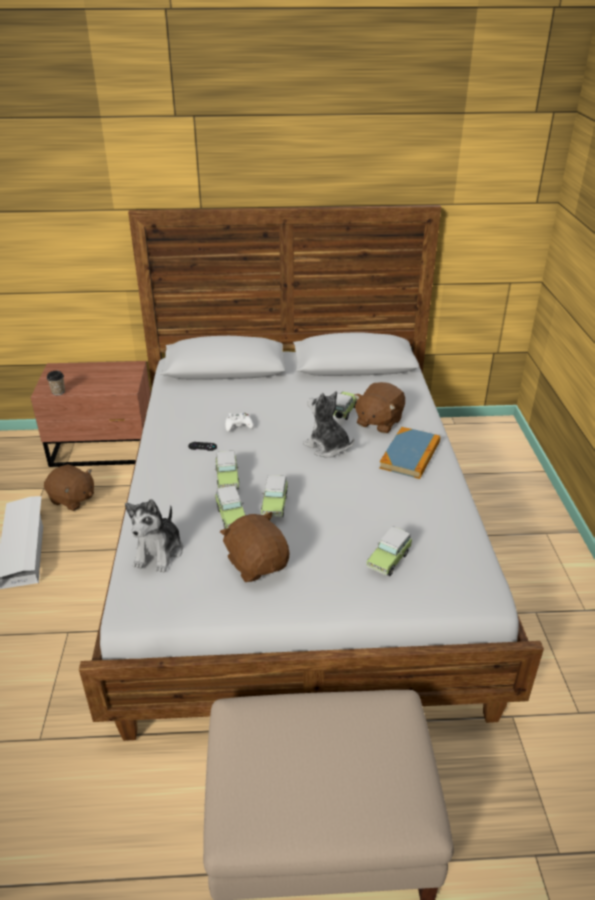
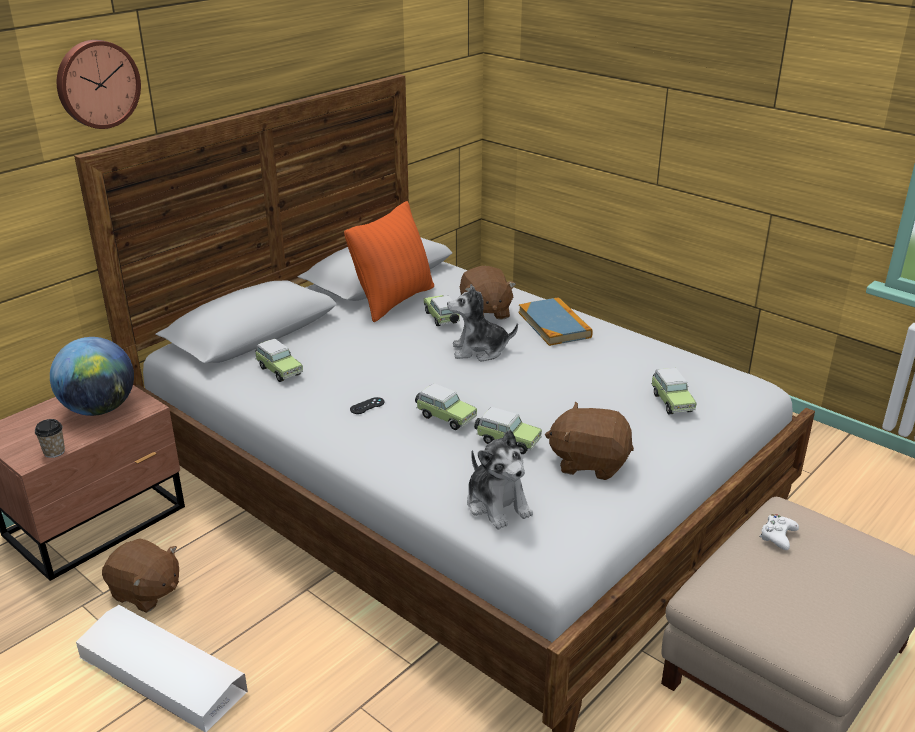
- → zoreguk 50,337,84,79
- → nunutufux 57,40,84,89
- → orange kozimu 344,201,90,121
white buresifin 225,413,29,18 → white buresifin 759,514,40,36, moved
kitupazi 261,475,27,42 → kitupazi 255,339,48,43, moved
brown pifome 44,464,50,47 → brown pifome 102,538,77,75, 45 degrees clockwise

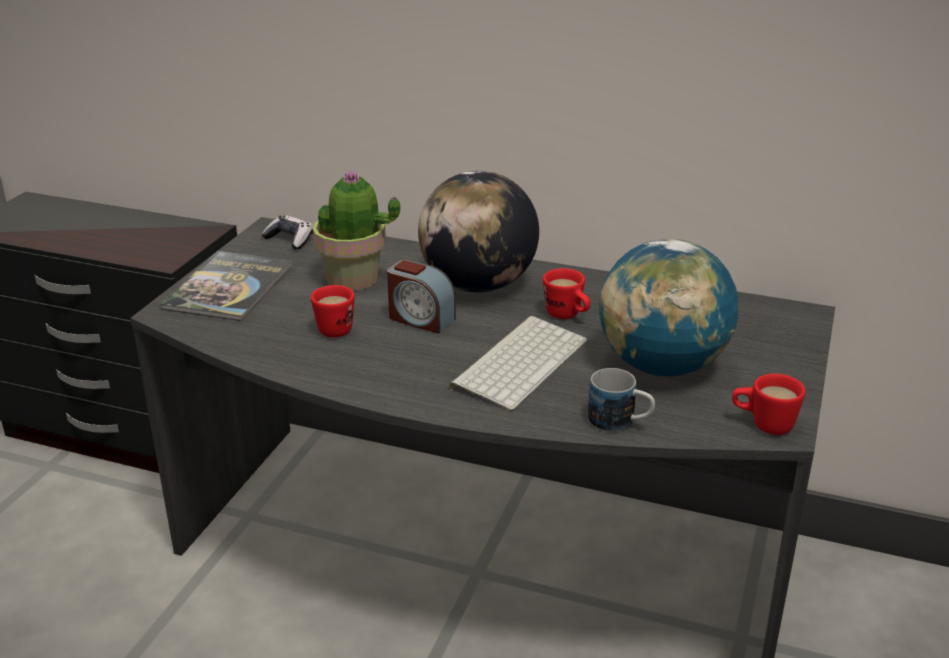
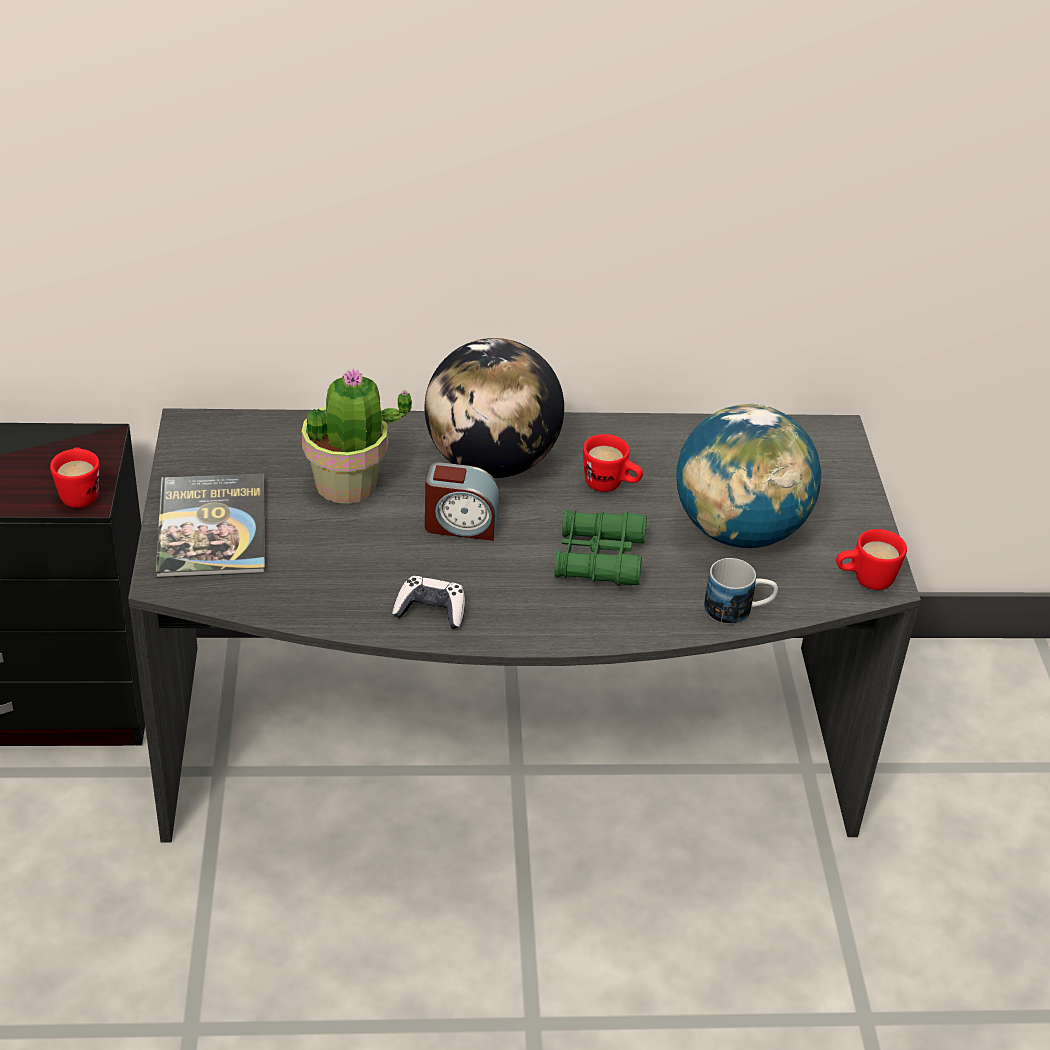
buresifin 261,215,52,35 → buresifin 392,576,73,53, moved
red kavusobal 311,285,44,52 → red kavusobal 50,448,50,60, moved
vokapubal 449,316,138,95 → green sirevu 554,510,93,76

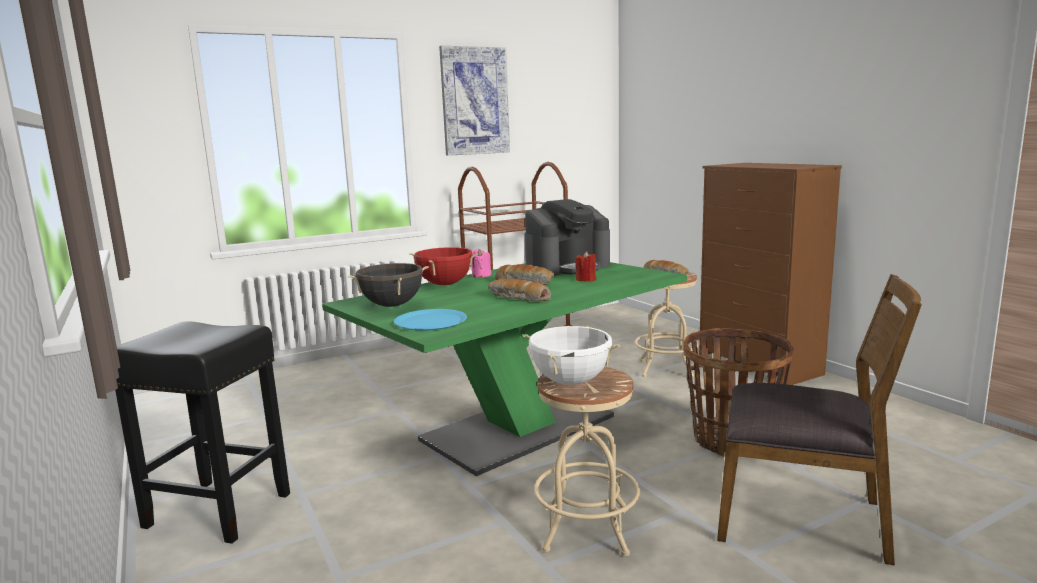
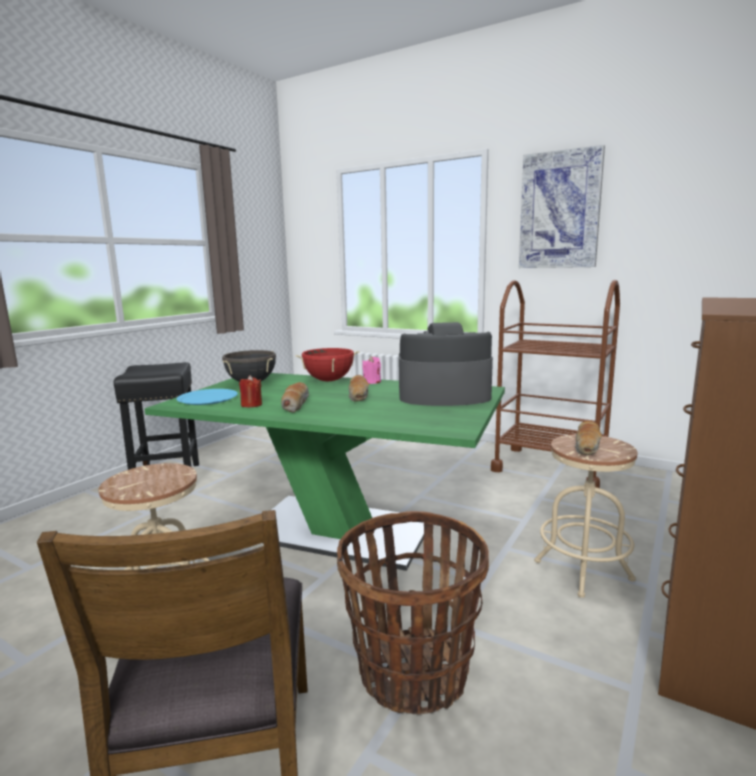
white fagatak 523,325,97,60 → -
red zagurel 575,251,21,31 → red zagurel 239,375,23,32, moved
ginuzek 525,199,85,77 → ginuzek 399,322,94,84, 150 degrees clockwise

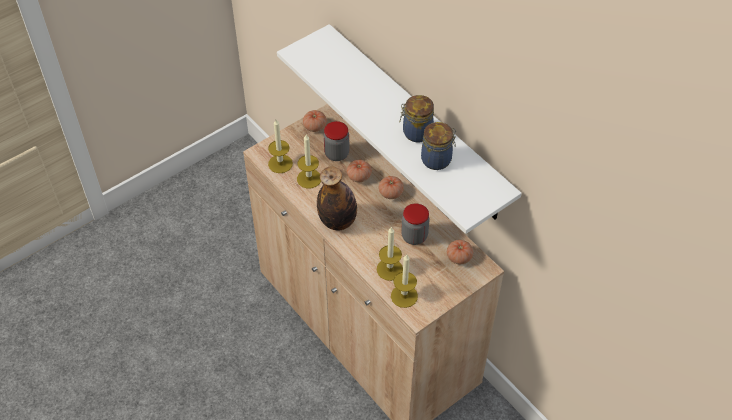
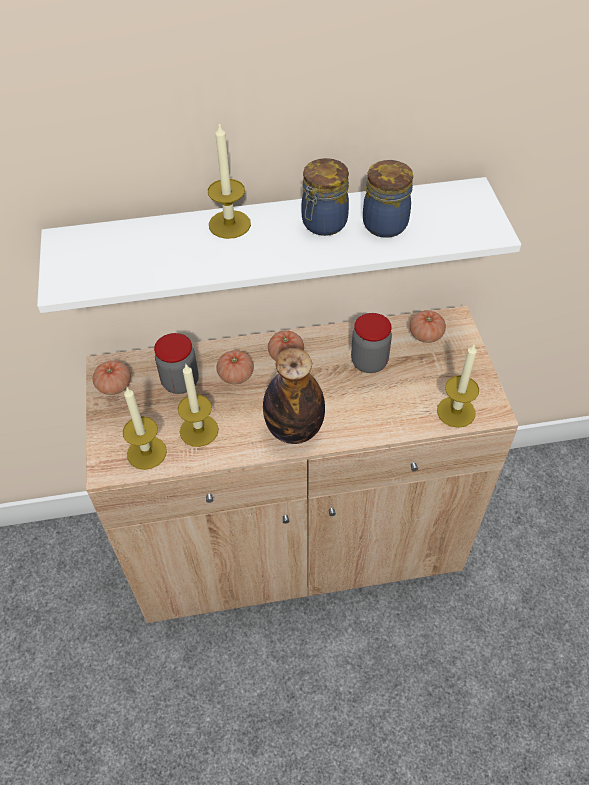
zagurel 377,226,26,55 → zagurel 208,122,43,117, moved

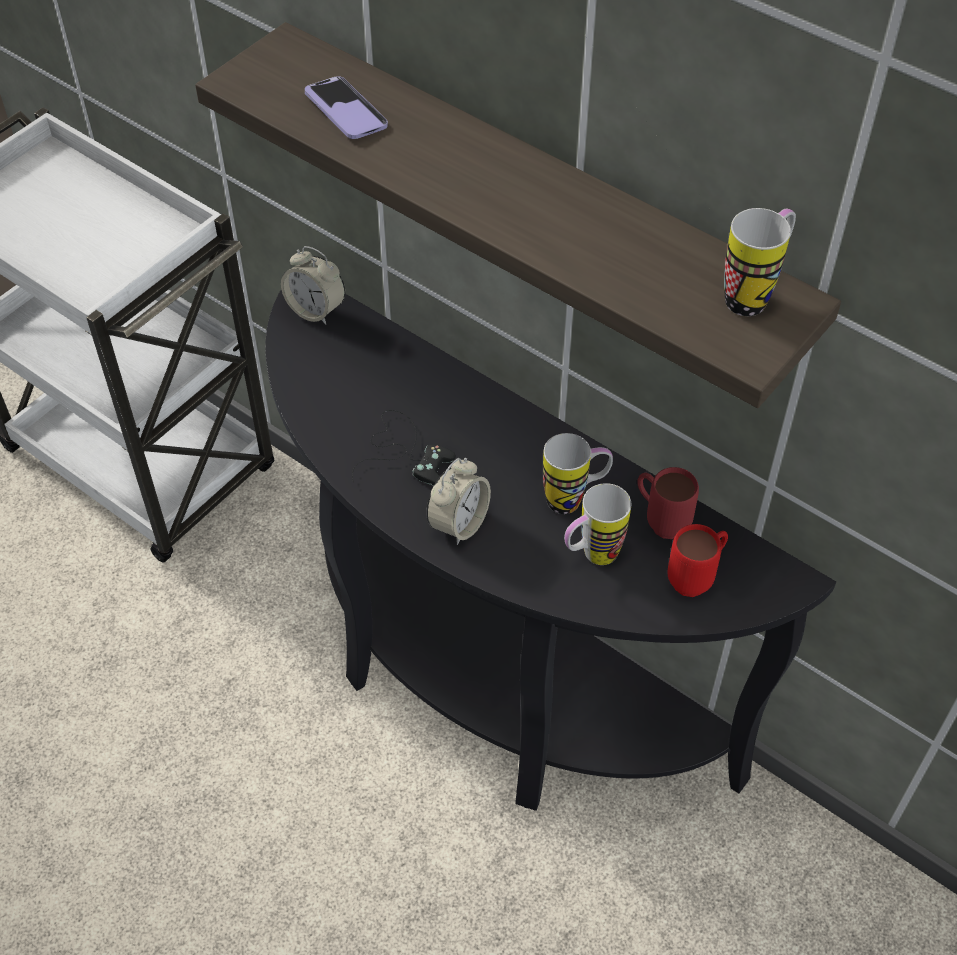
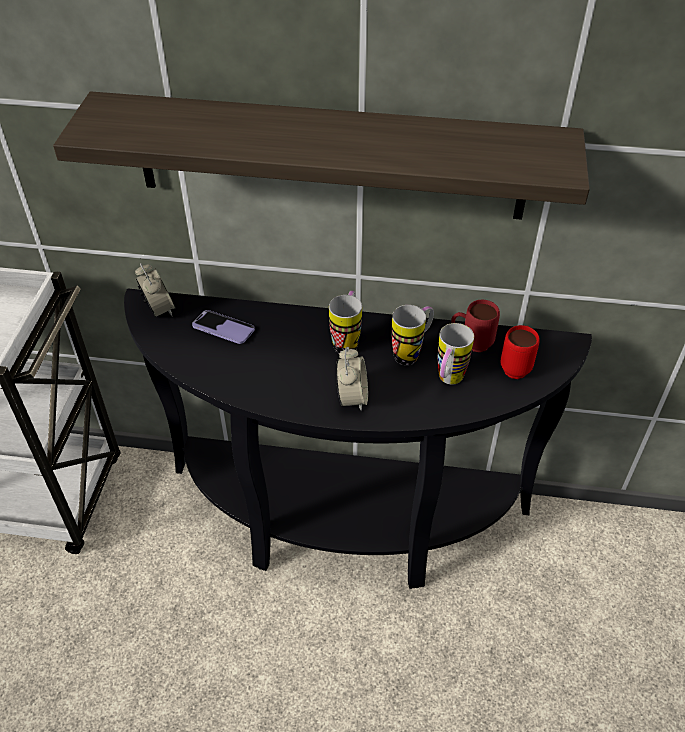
black buresifin 352,410,104,76 → -
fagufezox 305,76,83,63 → fagufezox 192,310,63,34, moved
kavusobal 724,208,72,108 → kavusobal 329,291,33,62, moved
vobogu 281,246,64,79 → vobogu 135,263,40,54, 120 degrees counterclockwise

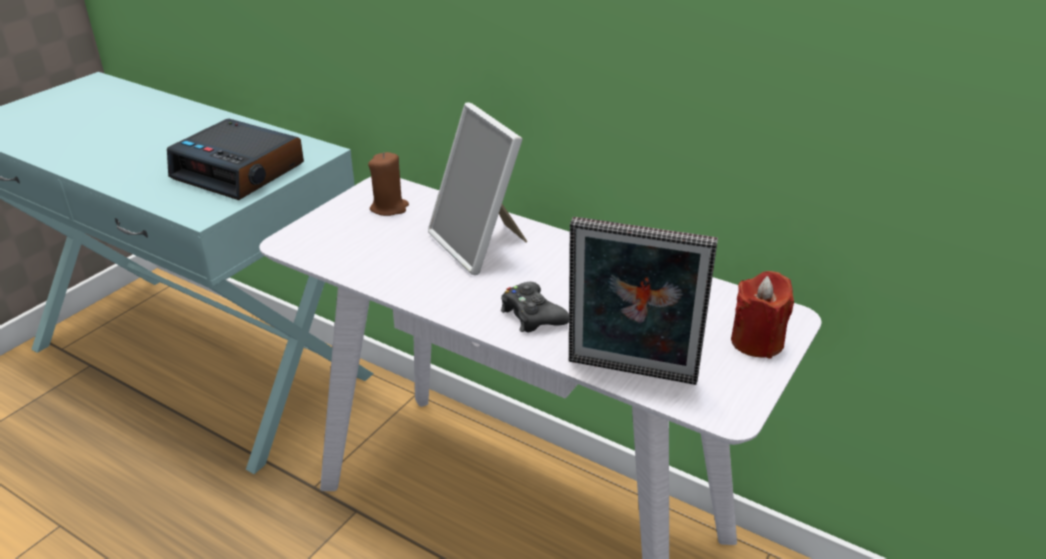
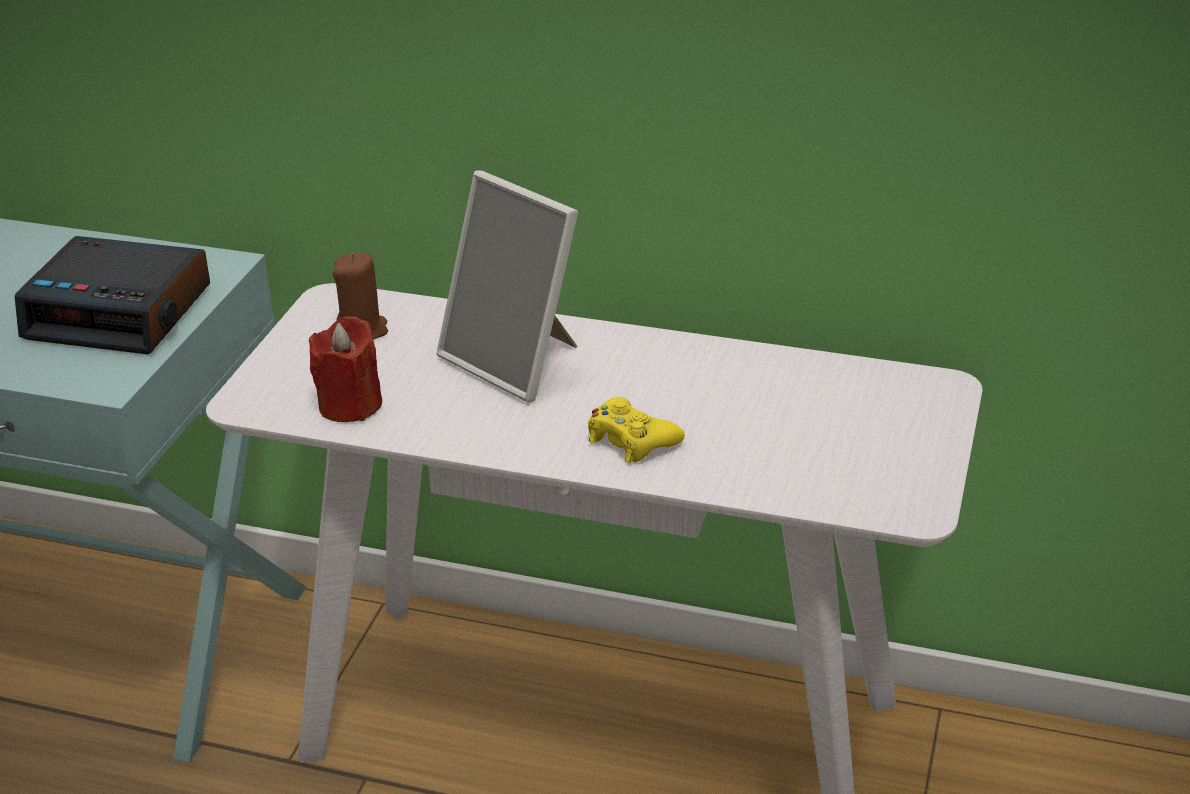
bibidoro 569,217,149,168 → -
red zagurel 731,271,63,88 → red zagurel 309,316,73,106, moved
black buresifin 501,282,68,51 → yellow buresifin 588,397,97,66

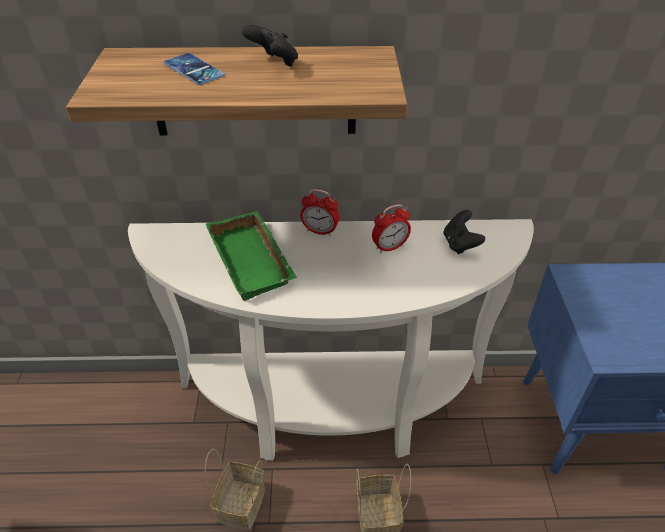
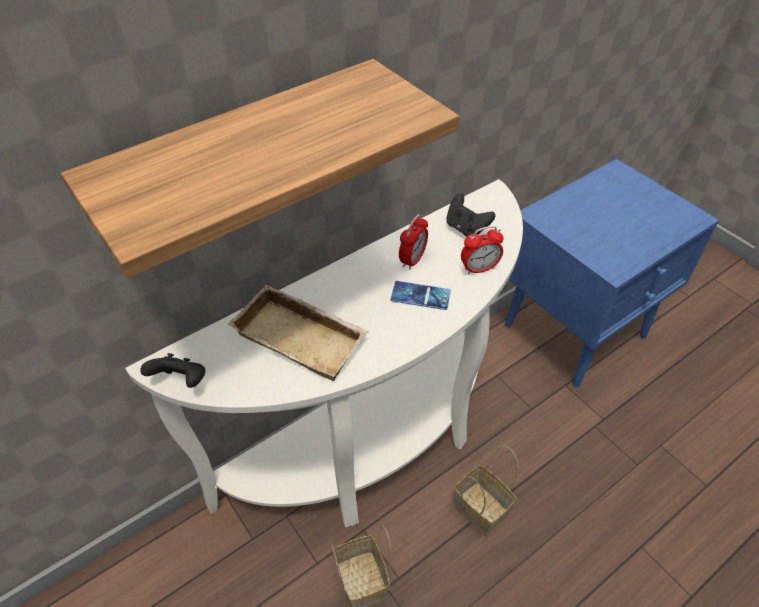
fagufezox 164,53,61,32 → fagufezox 391,281,60,29, moved
black buresifin 242,25,56,42 → black buresifin 140,353,66,35, moved
vobogu 301,189,38,47 → vobogu 461,226,43,49, moved
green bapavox 206,211,91,90 → beige bapavox 228,284,141,97

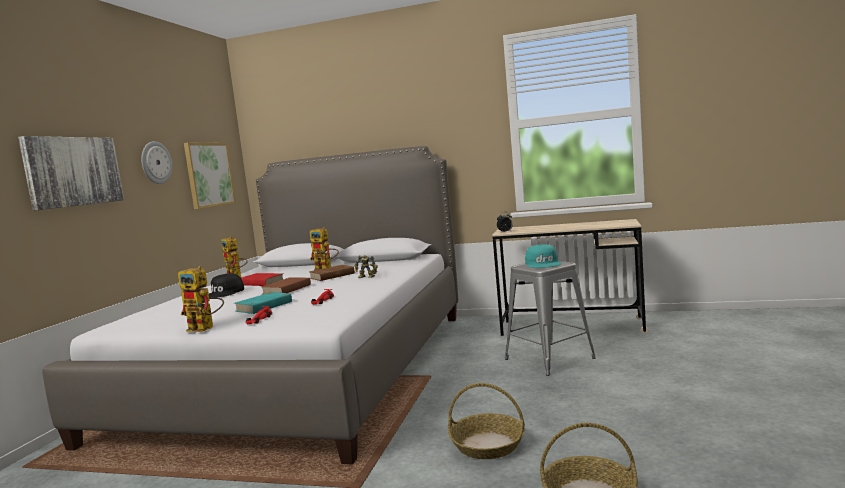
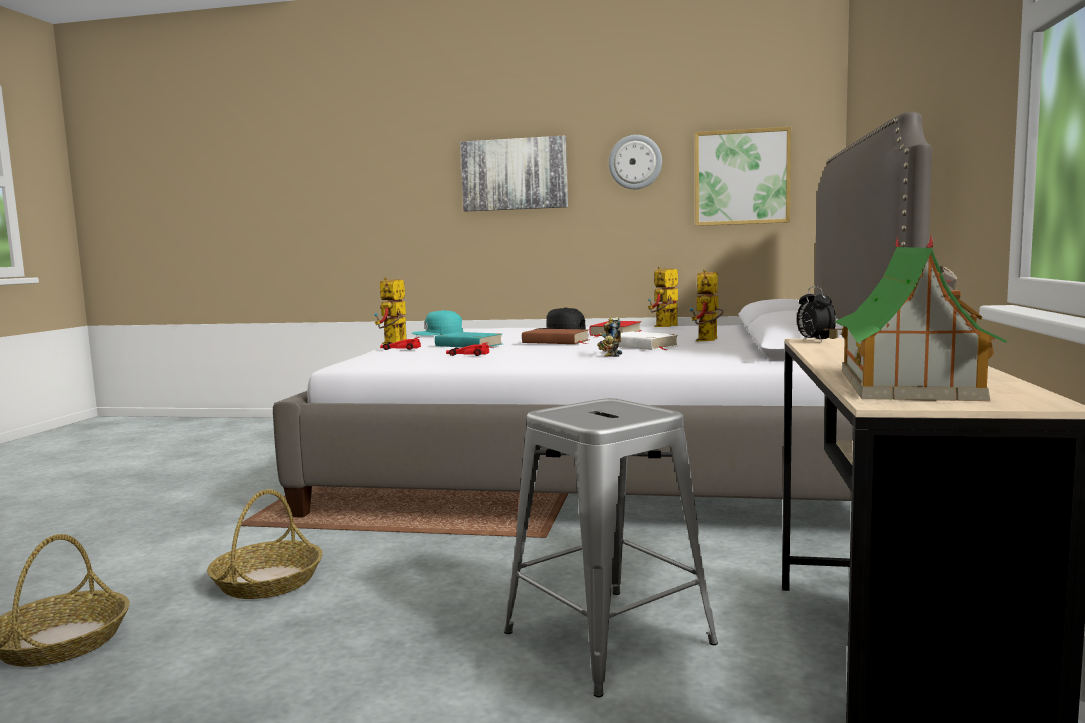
- → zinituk 823,233,184,168
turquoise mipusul 525,244,36,24 → turquoise mipusul 412,310,51,26, moved
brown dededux 309,265,46,16 → white dededux 614,331,65,19

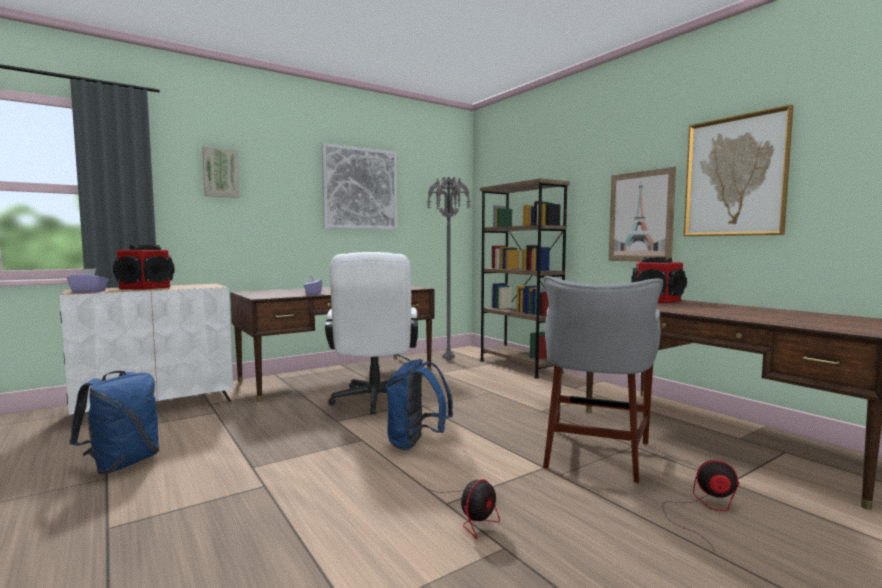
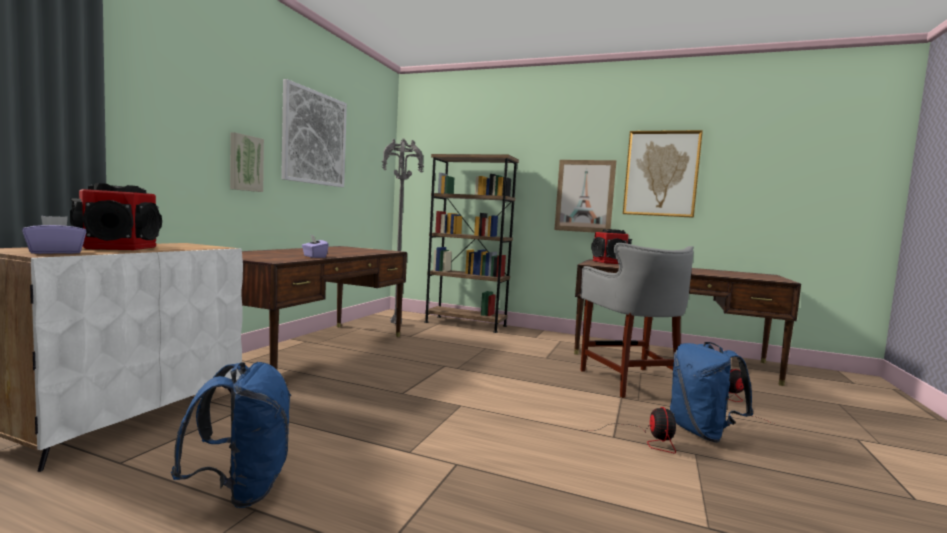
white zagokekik 325,252,93,163 → -
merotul 202,146,38,52 → merotul 230,132,34,60, moved
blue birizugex 386,359,67,91 → blue birizugex 670,342,83,100, moved

